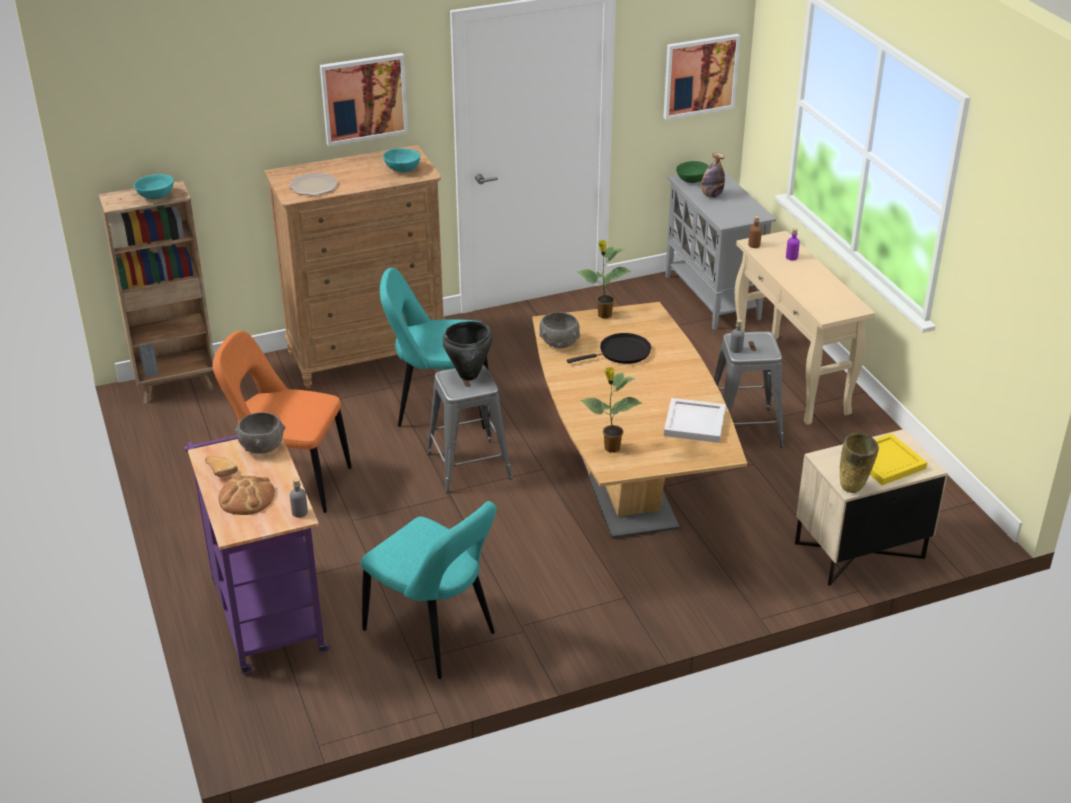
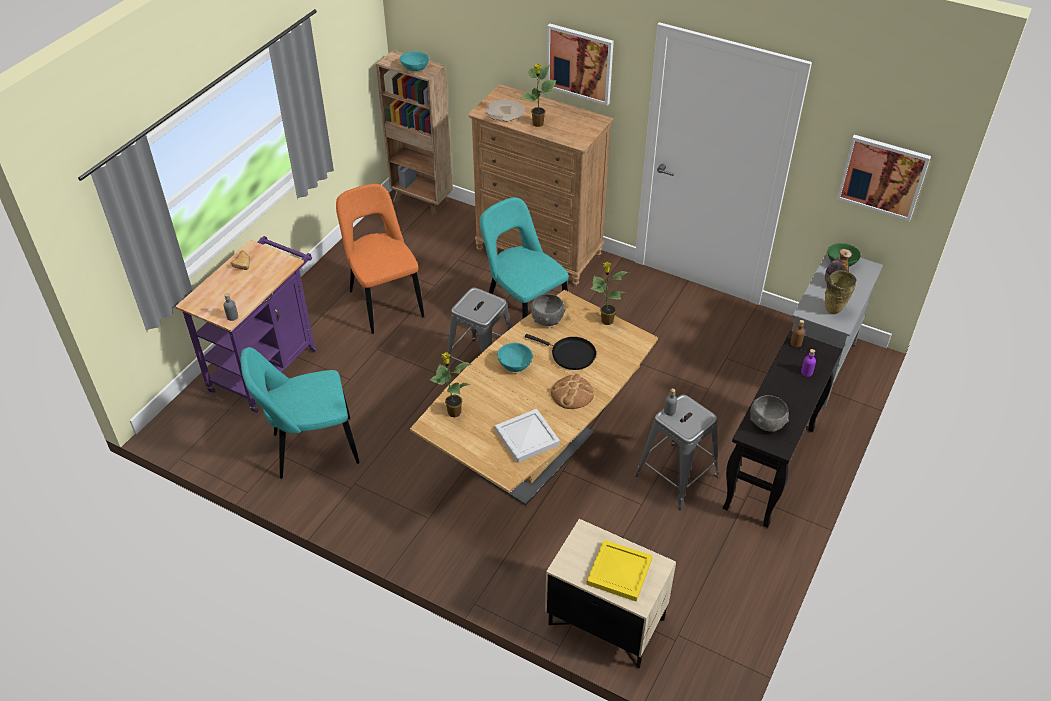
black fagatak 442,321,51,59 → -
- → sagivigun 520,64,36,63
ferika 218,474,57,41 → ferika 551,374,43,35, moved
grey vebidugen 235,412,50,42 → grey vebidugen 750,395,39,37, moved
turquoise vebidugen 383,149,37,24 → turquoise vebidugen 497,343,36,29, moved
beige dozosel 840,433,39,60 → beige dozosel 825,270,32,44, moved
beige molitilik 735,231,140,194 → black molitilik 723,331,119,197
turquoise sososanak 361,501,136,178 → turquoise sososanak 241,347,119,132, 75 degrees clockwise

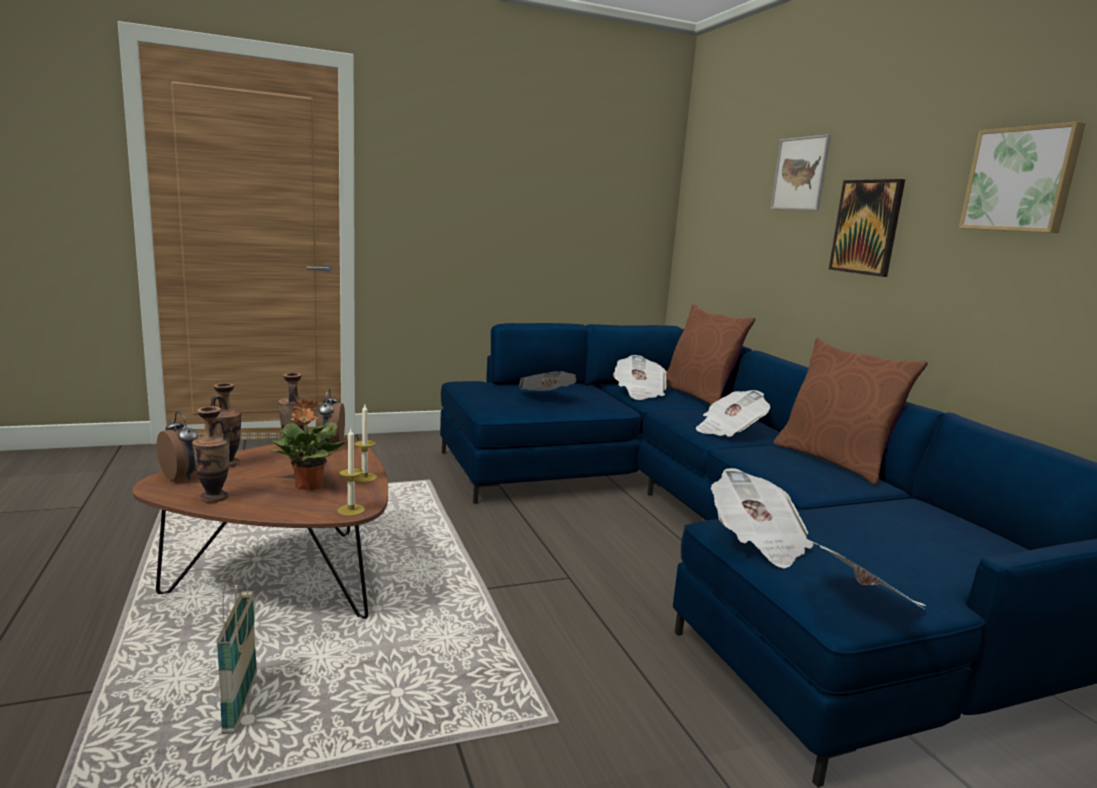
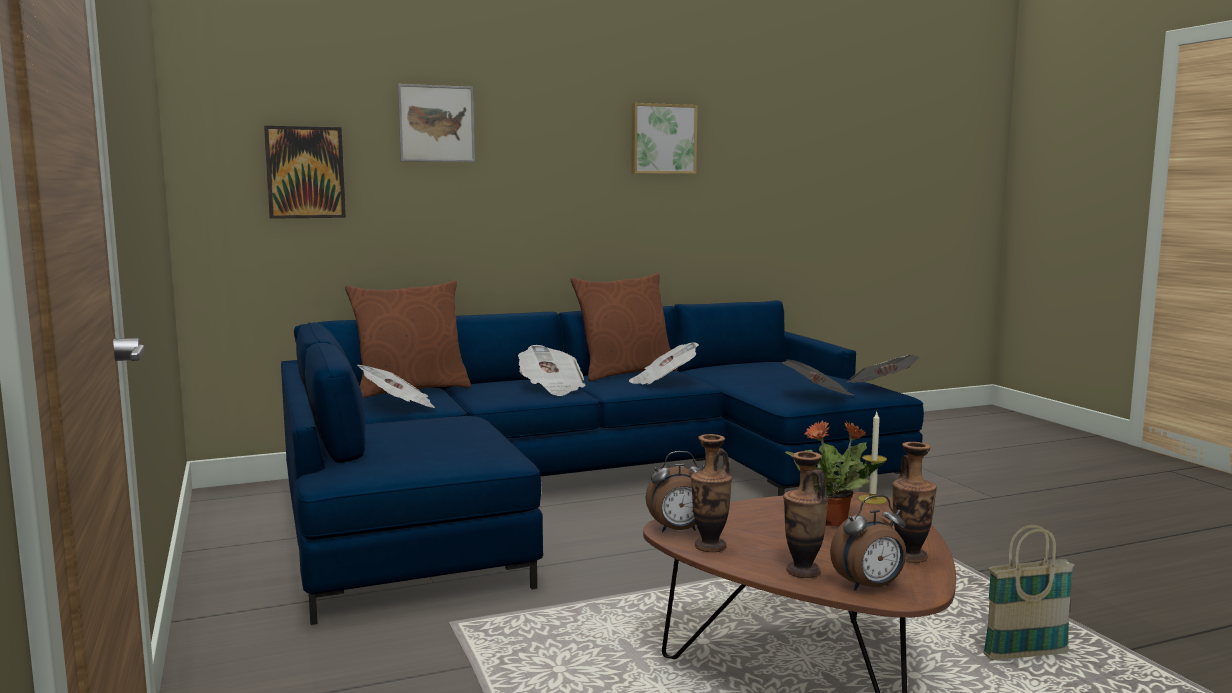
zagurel 354,404,23,78 → -
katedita 519,371,57,20 → katedita 629,342,70,43, moved
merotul 829,179,76,98 → merotul 264,126,82,93, moved
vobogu 157,412,40,68 → vobogu 830,495,76,96, 150 degrees counterclockwise

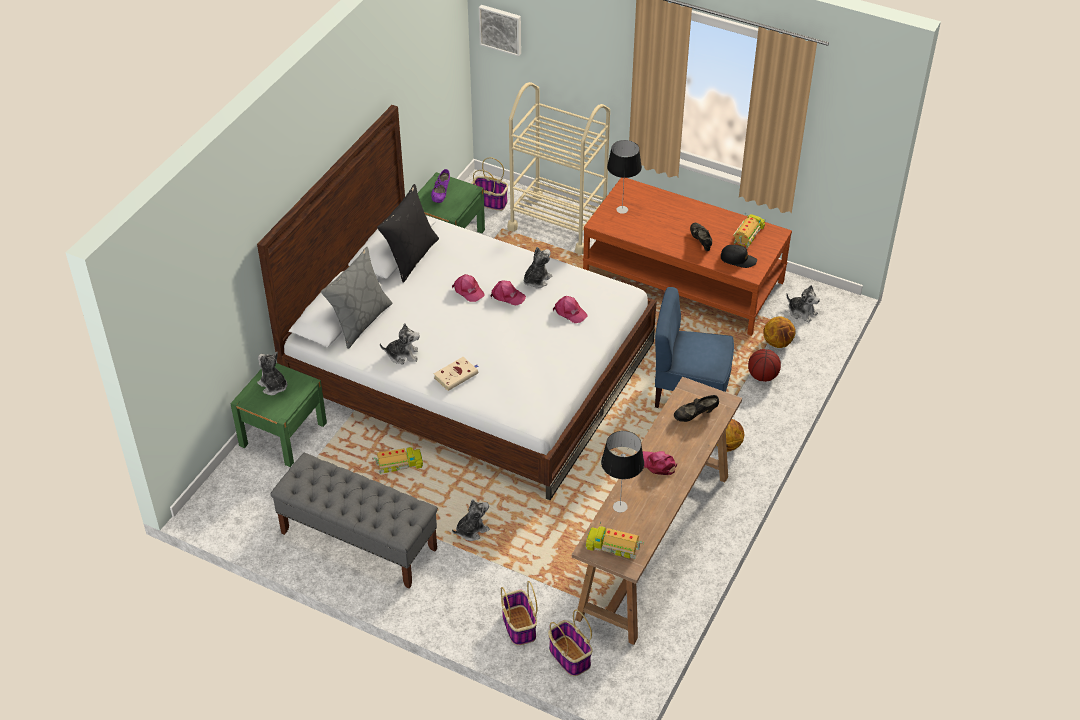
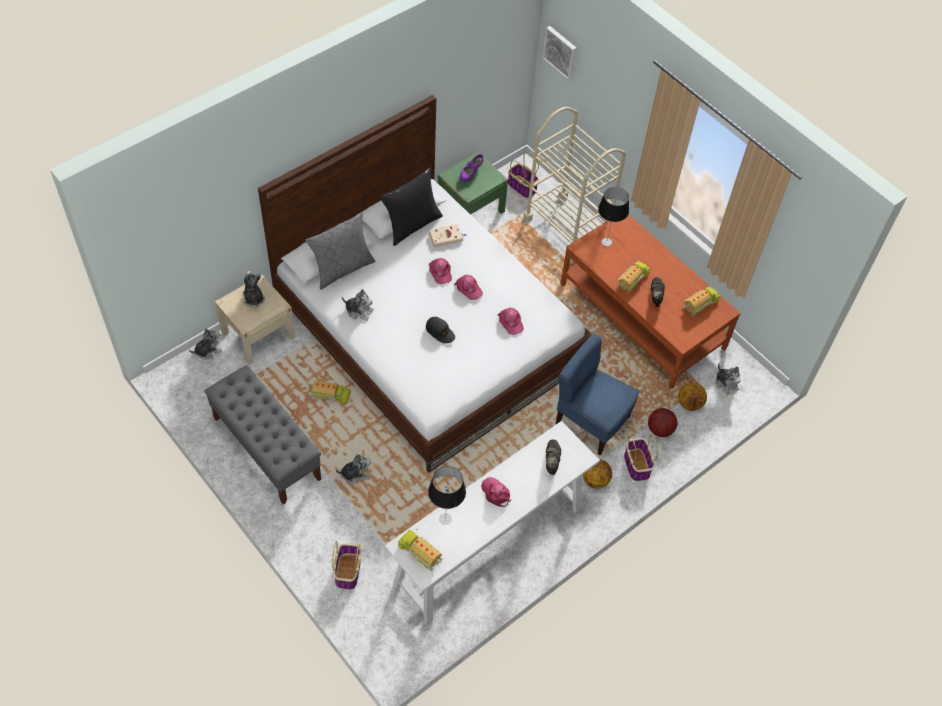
- → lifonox 617,259,33,35
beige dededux 434,357,44,34 → beige dededux 429,224,38,23, moved
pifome 524,247,28,41 → pifome 189,329,33,31, moved
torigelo 548,610,44,66 → torigelo 624,434,34,47, moved
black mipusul 721,245,36,23 → black mipusul 426,317,29,26, moved
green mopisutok 230,363,97,104 → beige mopisutok 215,275,80,90
brown molitilik 572,377,170,268 → white molitilik 385,421,215,204
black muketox 674,395,45,27 → black muketox 546,439,15,36, 90 degrees clockwise

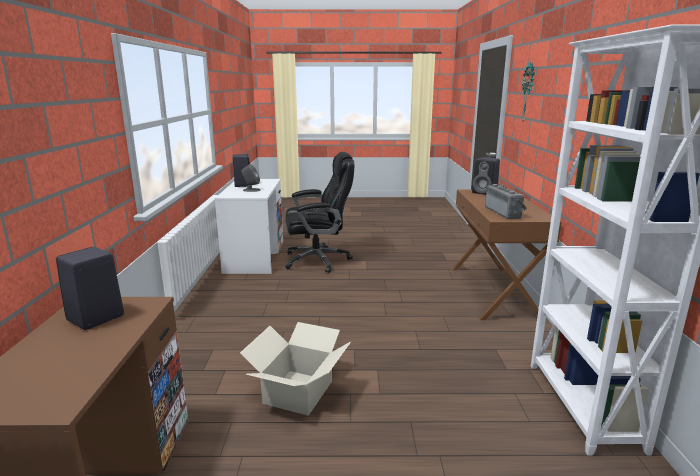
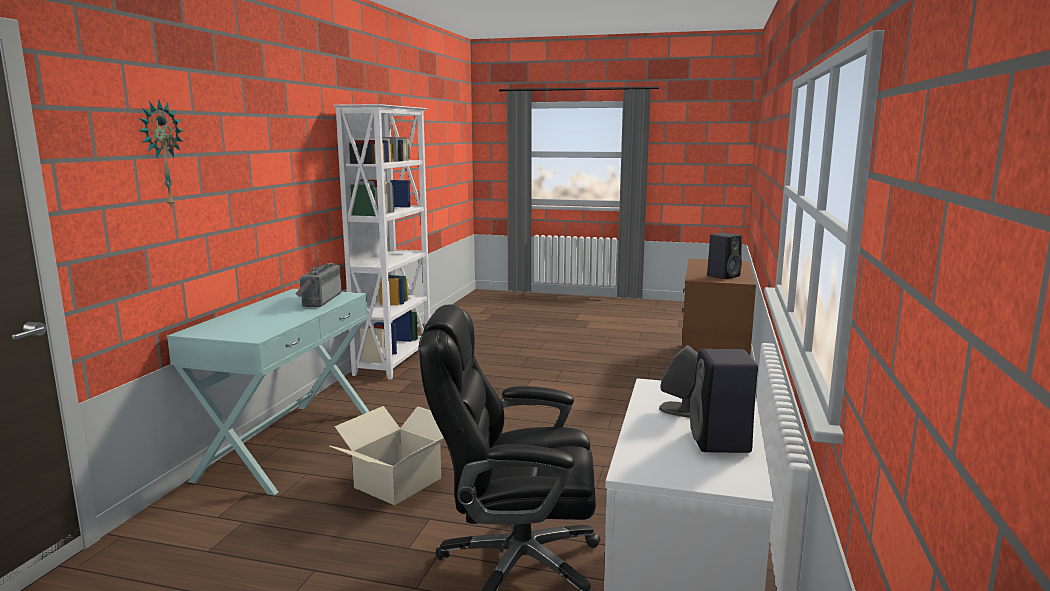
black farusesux 472,157,28,38 → -
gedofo 240,322,111,94 → gedofo 330,406,115,99, moved
brown molitilik 452,189,110,131 → turquoise molitilik 167,289,203,206

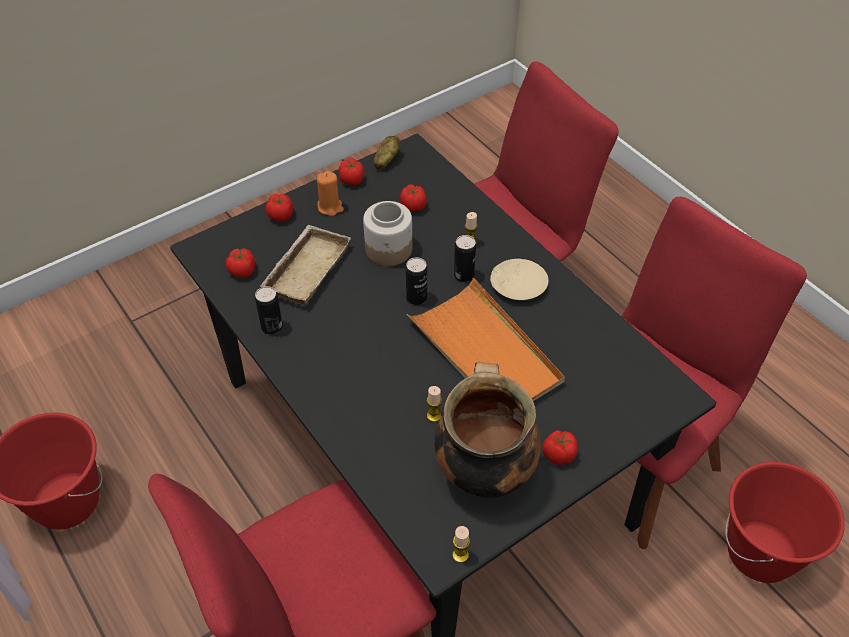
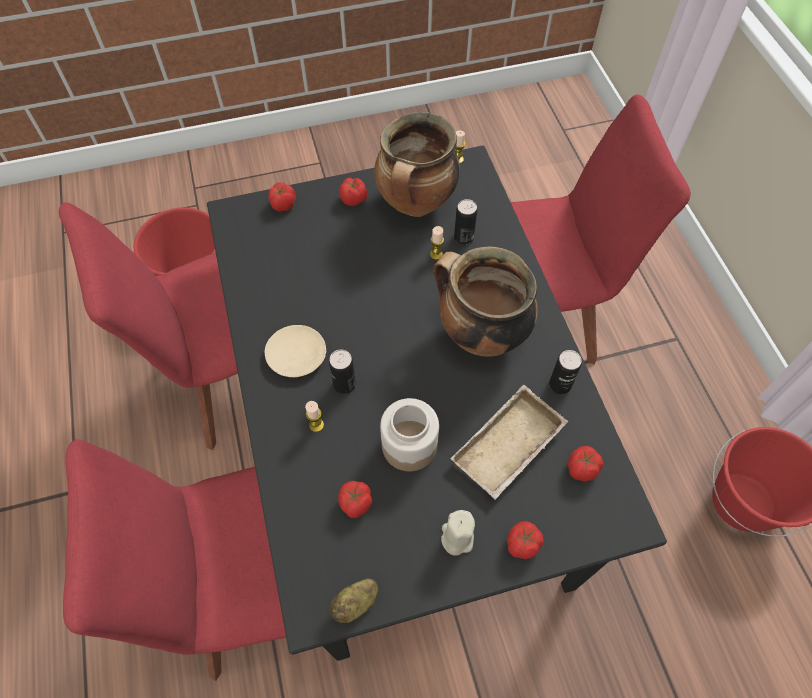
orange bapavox 407,278,158,123 → -
- → fagatak 433,247,105,110
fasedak 339,158,25,27 → fasedak 268,182,28,29, moved
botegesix 406,257,21,48 → botegesix 454,199,23,46, moved
orange zagurel 317,171,27,45 → beige zagurel 441,510,34,46

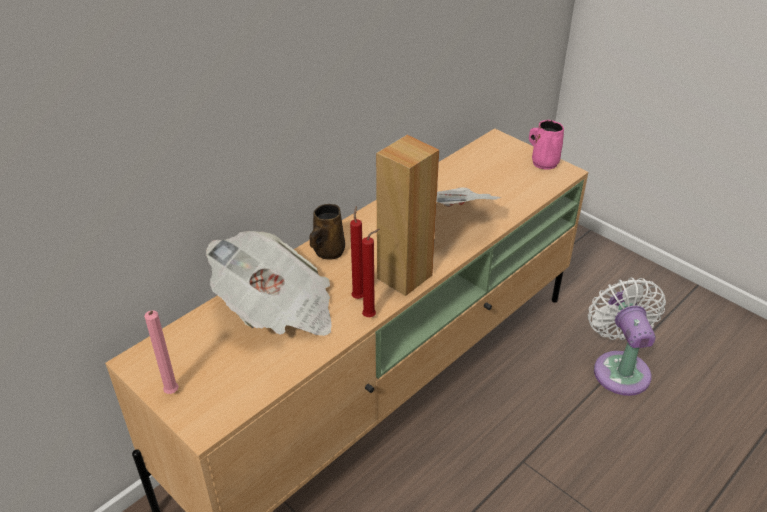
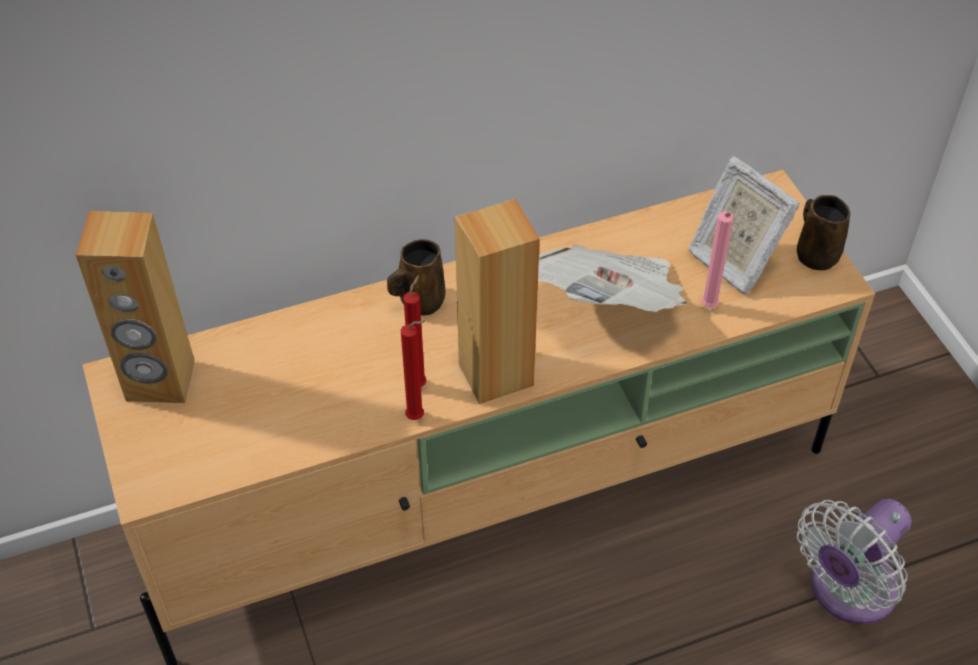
katedita 206,231,126,105 → -
- → brown farusesux 76,211,119,192
- → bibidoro 688,156,112,139
pink zagurel 144,310,35,84 → pink zagurel 701,212,33,96, moved
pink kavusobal 529,120,35,50 → brown kavusobal 797,195,53,76
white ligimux 588,278,78,118 → white ligimux 797,499,114,125, 150 degrees counterclockwise

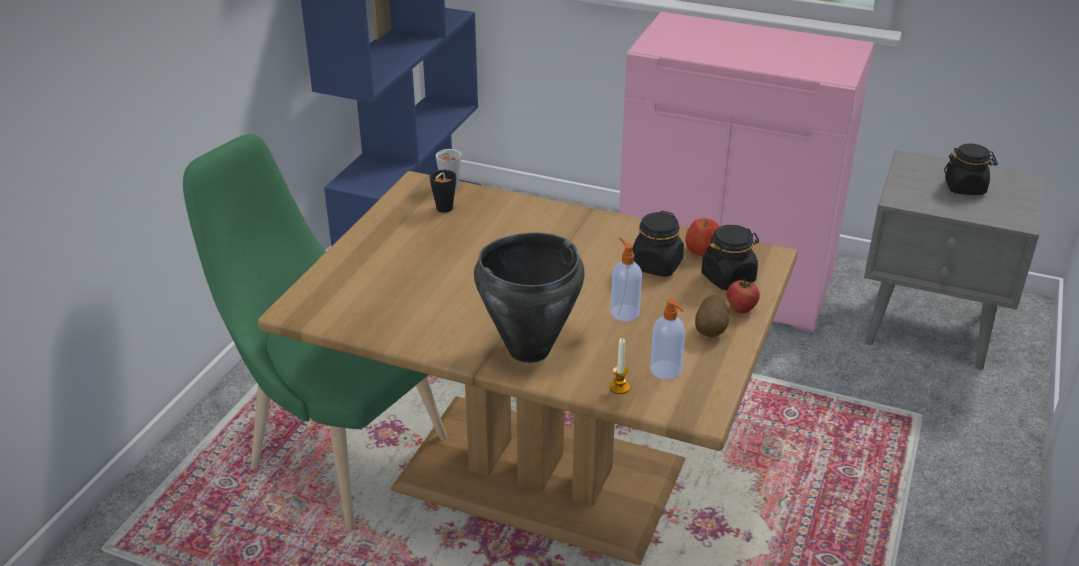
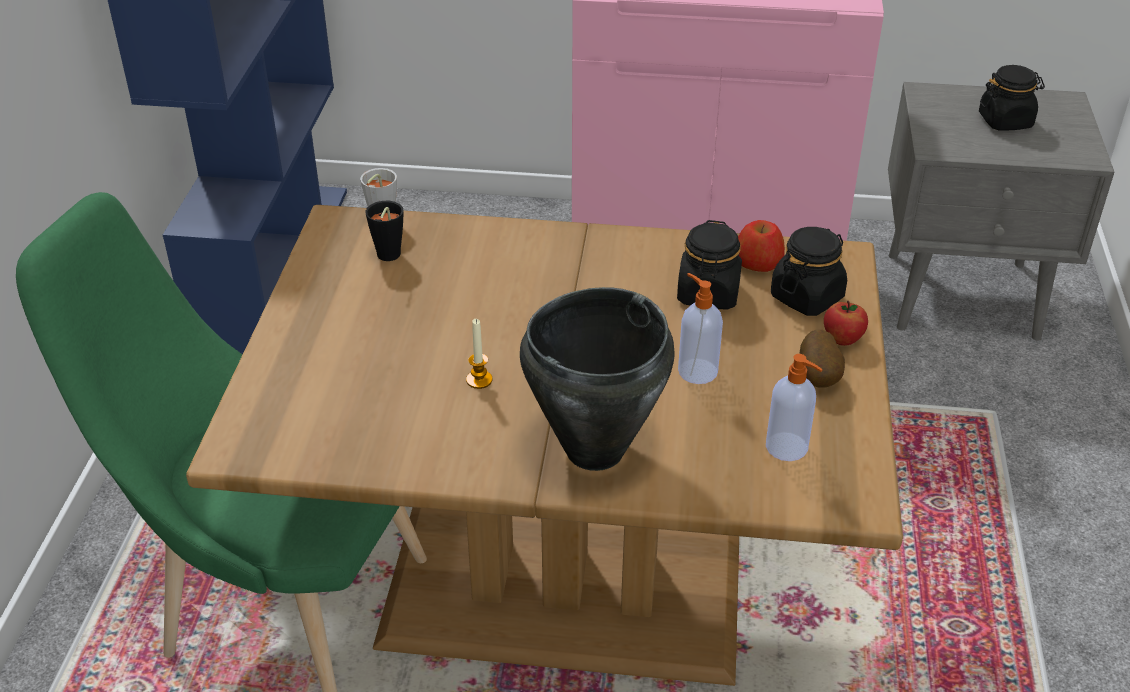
zagurel 609,338,21,56 → zagurel 466,319,26,70, moved

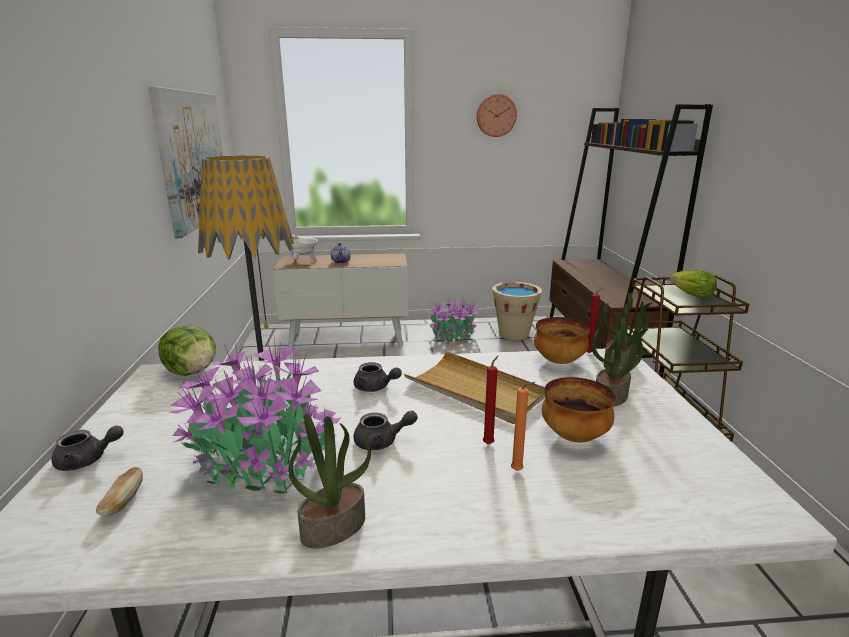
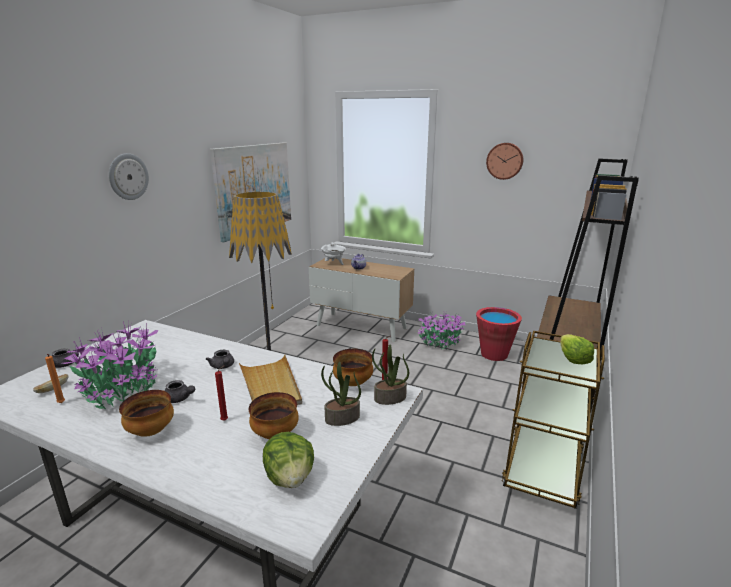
sagivigun 288,413,83,135 → -
- → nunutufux 109,153,40,47
- → vebidugen 119,390,55,47
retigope 158,326,58,50 → retigope 263,432,51,56, moved
orange zagurel 511,382,24,89 → orange zagurel 45,354,20,49, moved
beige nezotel 492,282,50,58 → red nezotel 476,307,46,54

